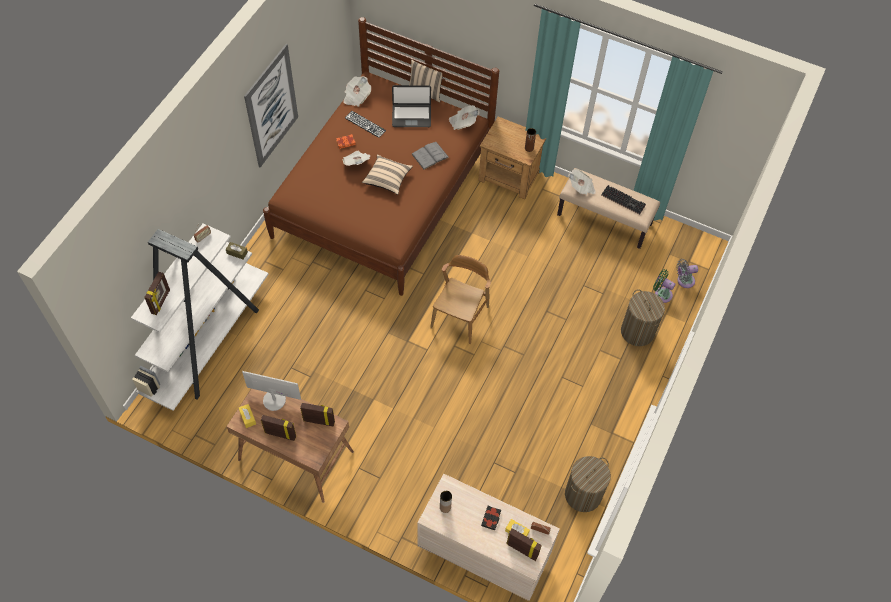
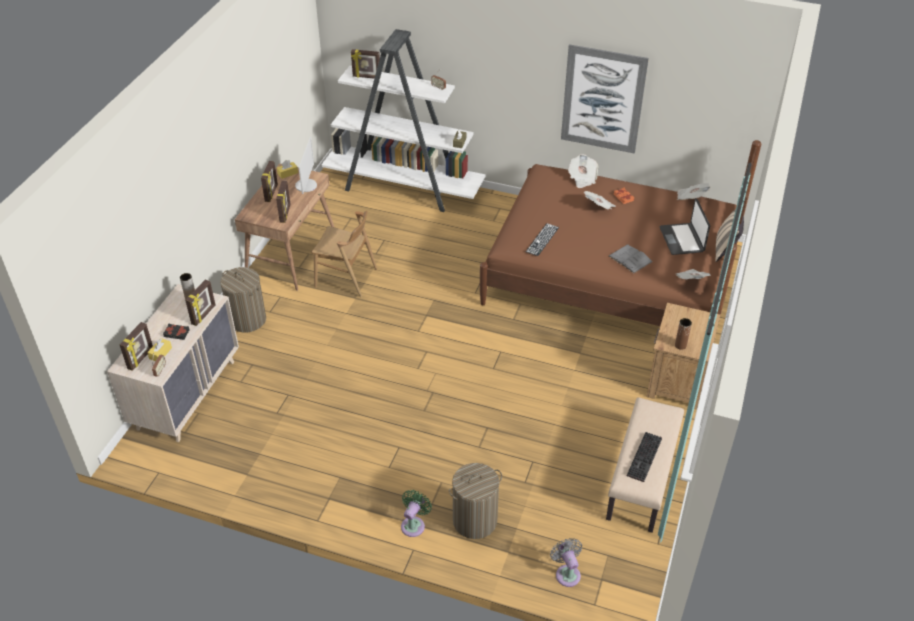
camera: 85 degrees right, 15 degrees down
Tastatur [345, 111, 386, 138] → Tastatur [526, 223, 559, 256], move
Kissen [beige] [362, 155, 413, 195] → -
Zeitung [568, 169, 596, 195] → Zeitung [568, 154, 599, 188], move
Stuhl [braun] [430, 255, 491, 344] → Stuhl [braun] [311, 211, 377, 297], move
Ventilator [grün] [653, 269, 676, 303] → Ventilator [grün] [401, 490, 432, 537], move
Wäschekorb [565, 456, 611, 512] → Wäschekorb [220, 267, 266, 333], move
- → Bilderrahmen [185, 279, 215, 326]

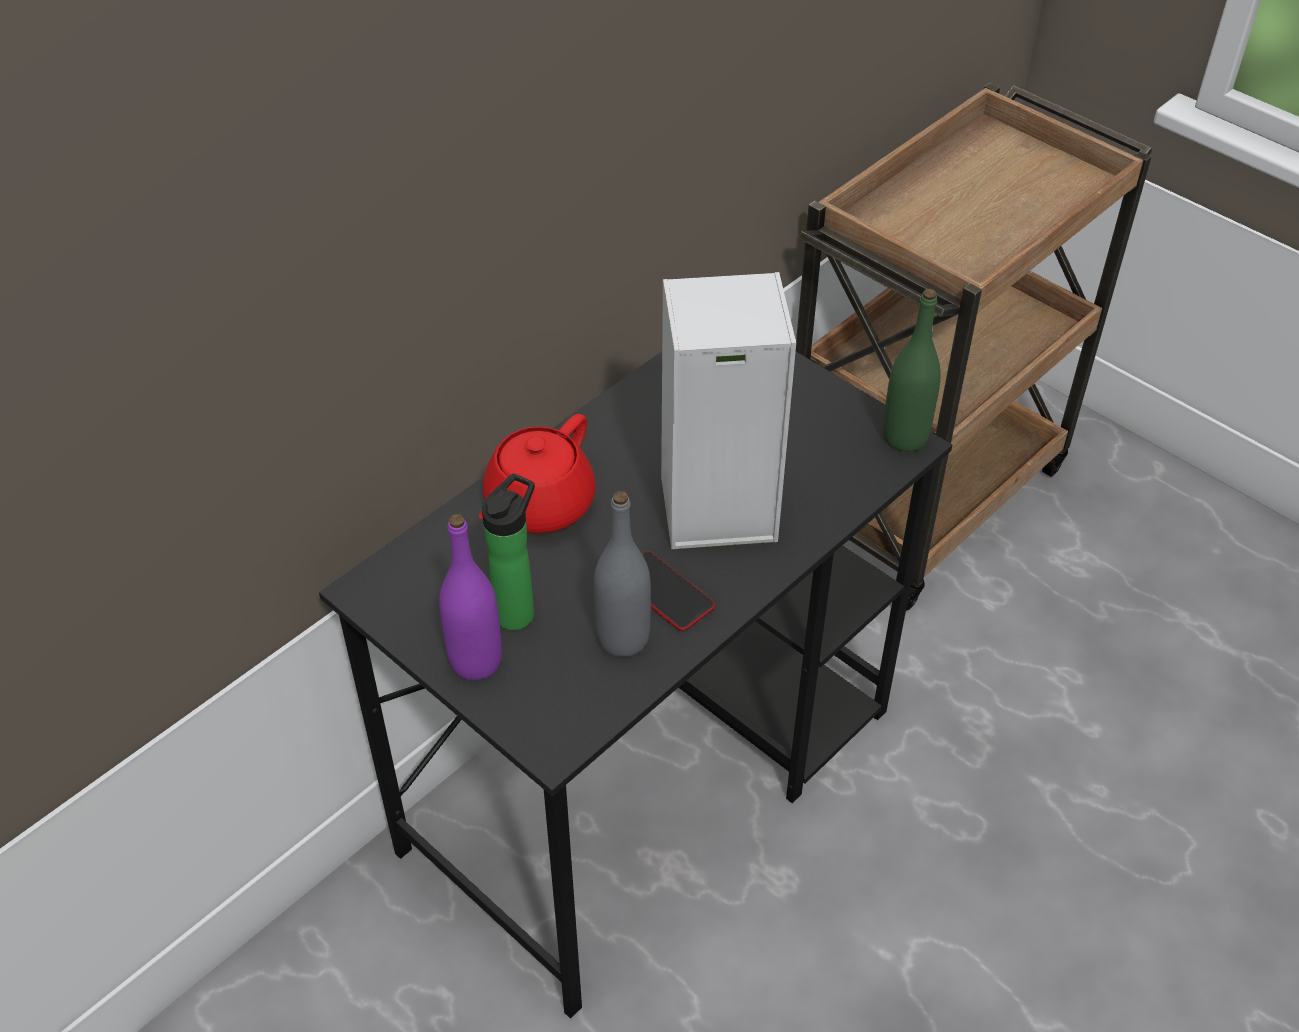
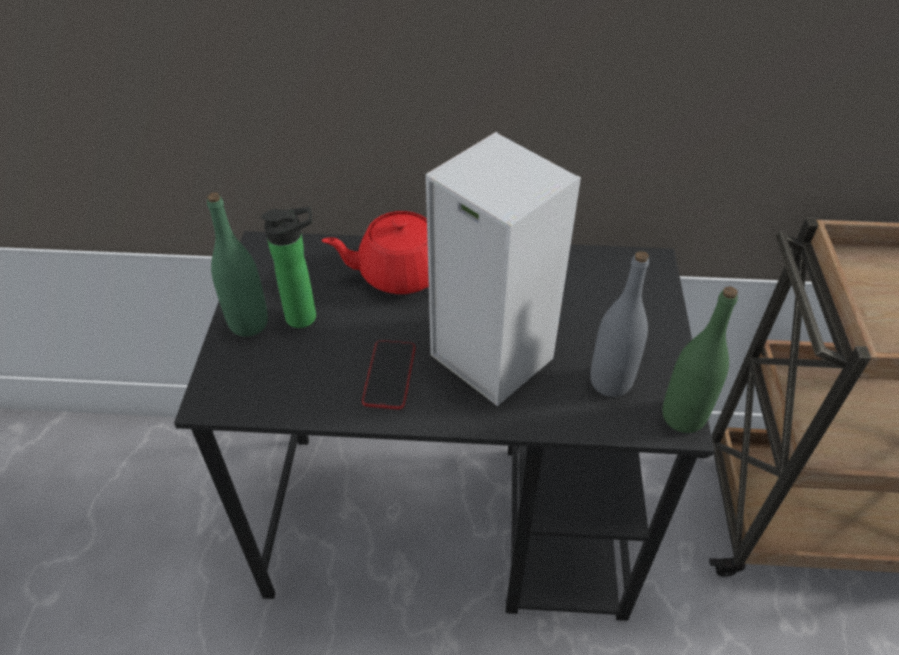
camera: 50 degrees right, 0 degrees up
Flasche [grau] [594, 491, 651, 657] → Flasche [grau] [590, 251, 649, 397], move
Flasche [lila] [439, 514, 502, 680] → Flasche [grün] [207, 192, 268, 337]

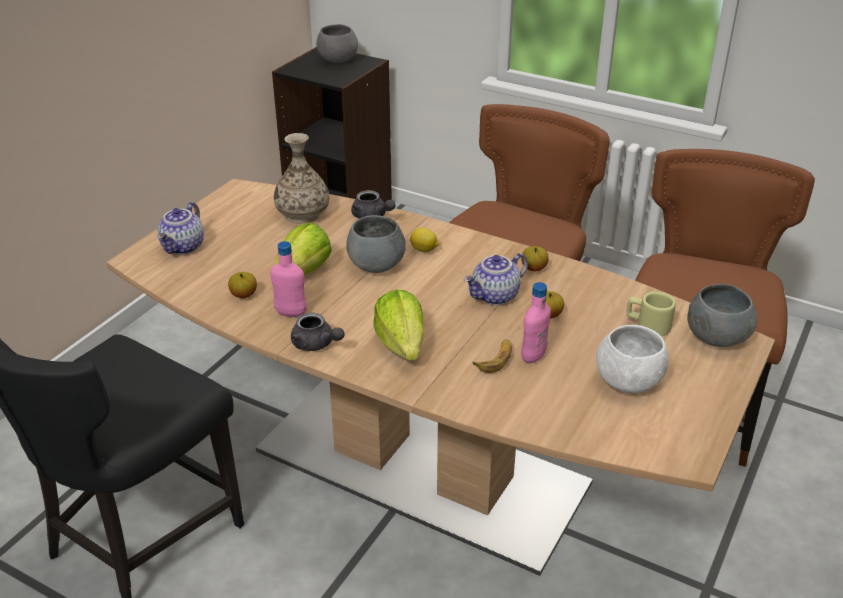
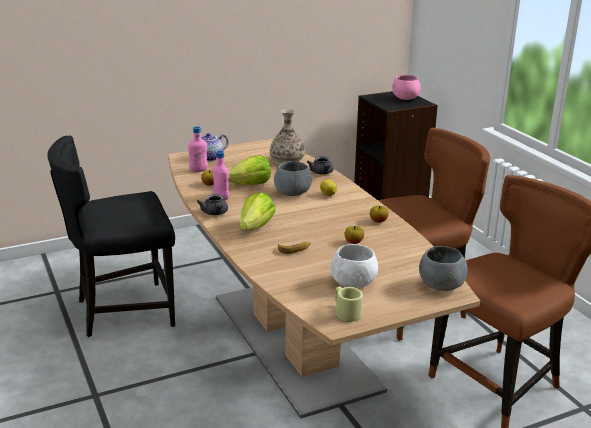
camera: 35 degrees right, 10 degrees down
Schüssel [grau] [316, 24, 358, 63] → Schüssel [rosa] [392, 75, 421, 100]
Teekanne [464, 253, 528, 305] → -
Flasche [rosa] [521, 282, 551, 363] → Flasche [rosa] [188, 126, 208, 172], move
Henkelbecher [beige] [626, 292, 676, 336] → Henkelbecher [beige] [335, 287, 363, 322], move

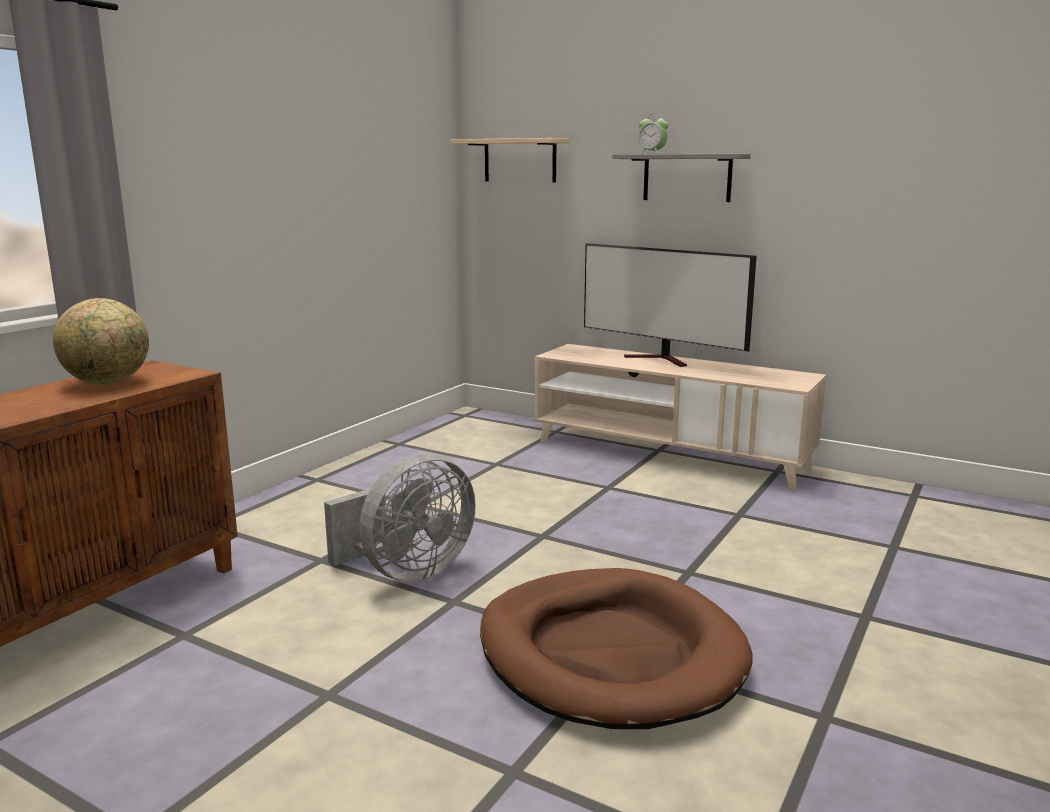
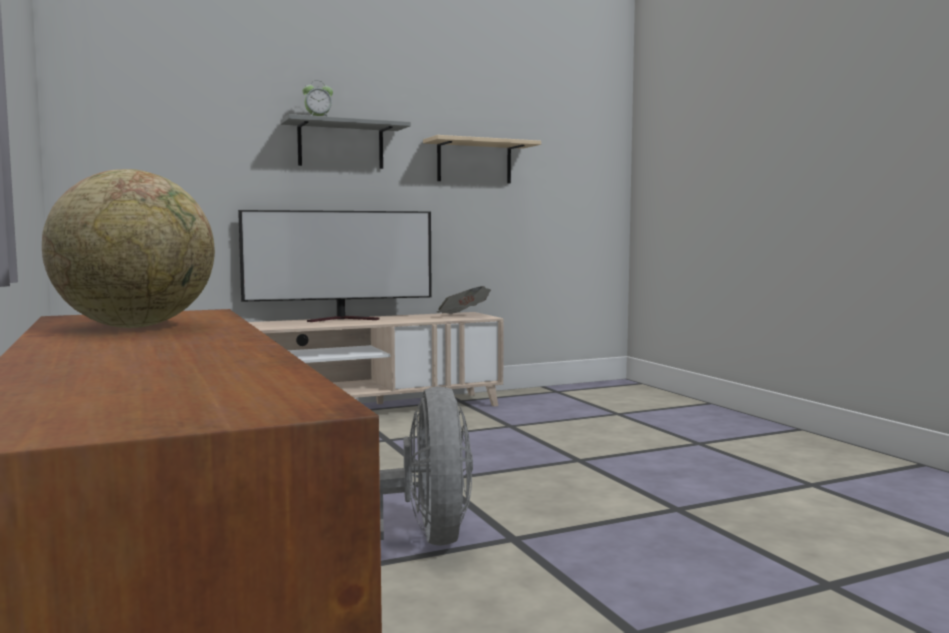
camera: 55 degrees left, 10 degrees down
Wandregal [beige] [451, 138, 570, 182] → Wandregal [beige] [423, 135, 541, 183], move
Hundebett [braun] [480, 568, 753, 729] → -
- → Zeitung [437, 286, 491, 314]

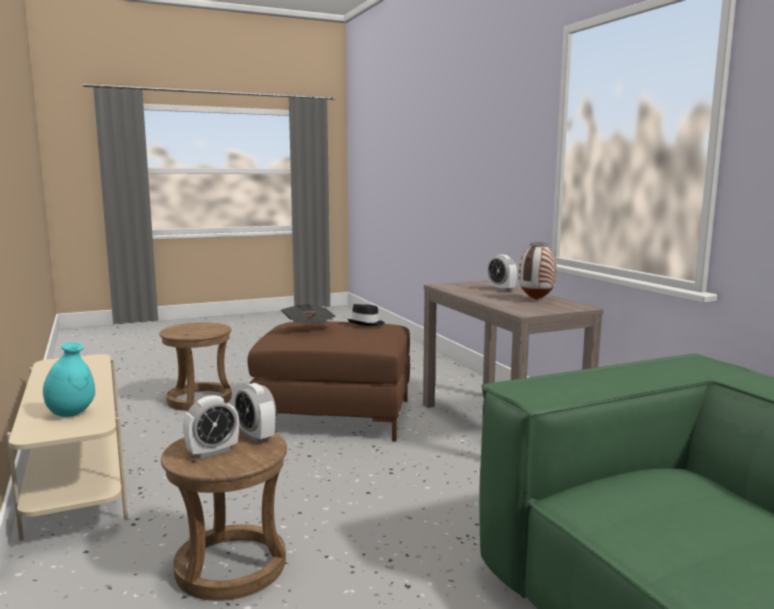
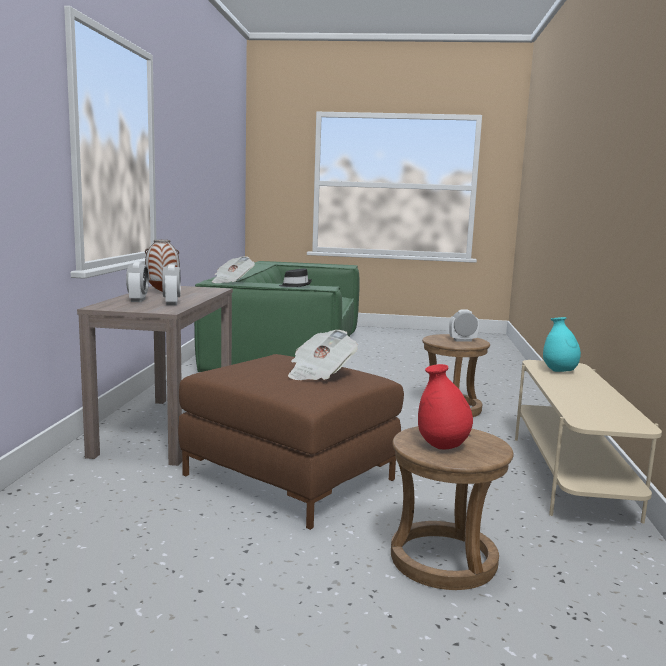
camera: 150 degrees left, 0 degrees up
Hut [schwarz] [347, 304, 385, 326] → Hut [schwarz] [279, 269, 312, 287], move
Wecker [235, 383, 276, 443] → Wecker [162, 264, 181, 305], move
- → Zeitung [212, 256, 255, 283]
- → Vase [rot] [418, 364, 473, 449]

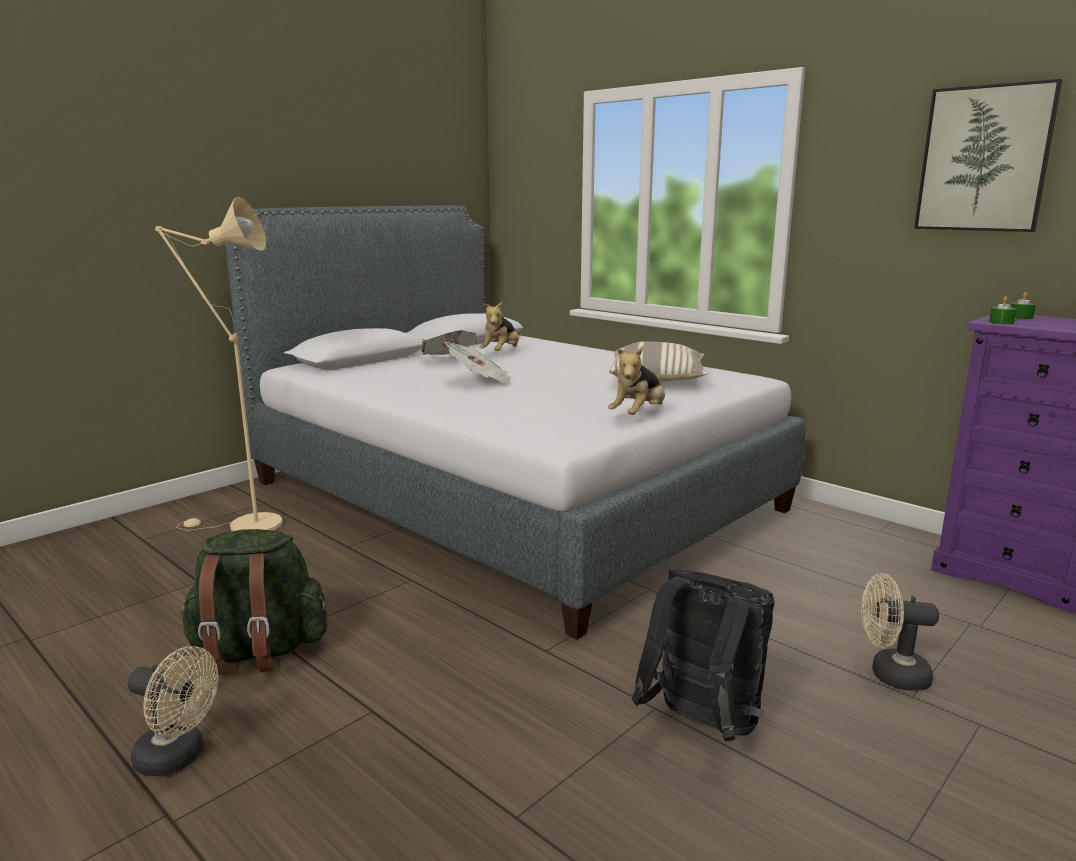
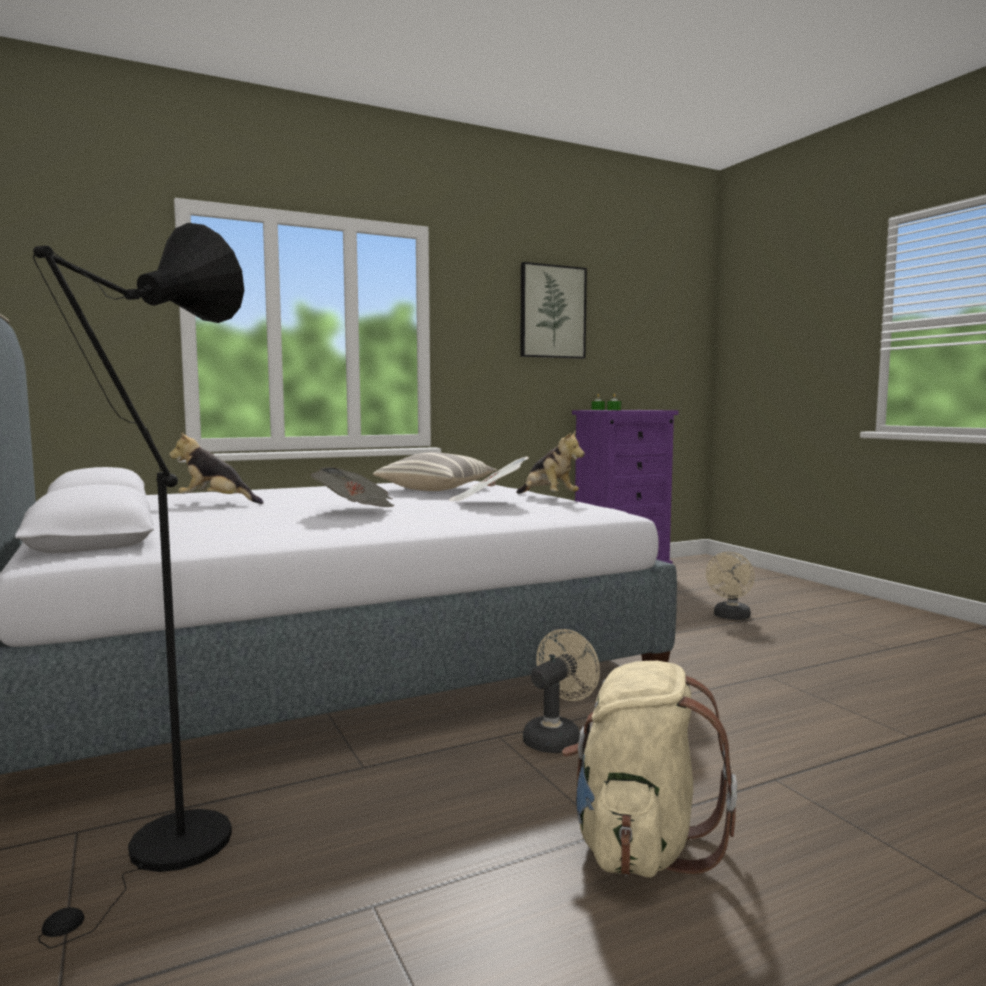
camera: 70 degrees left, 10 degrees down
Stehlampe [beige] [155, 196, 283, 531] → Stehlampe [schwarz] [33, 223, 244, 948]
Plüschtier [479, 302, 519, 351] → Plüschtier [169, 432, 264, 504], 150 degrees clockwise
Zeitung [421, 330, 477, 355] → Zeitung [449, 456, 529, 502], move
Rucksack [grün] [180, 529, 328, 675] → Rucksack [beige] [562, 661, 737, 877]
Rucksack [schwarz] [632, 569, 775, 741] → -
Ventilator [beige] [128, 646, 218, 776] → Ventilator [beige] [523, 629, 600, 753], move

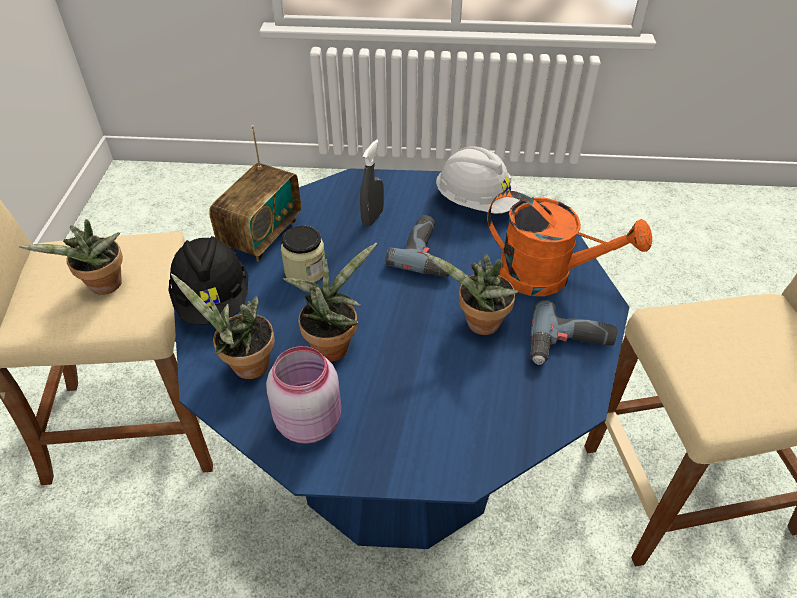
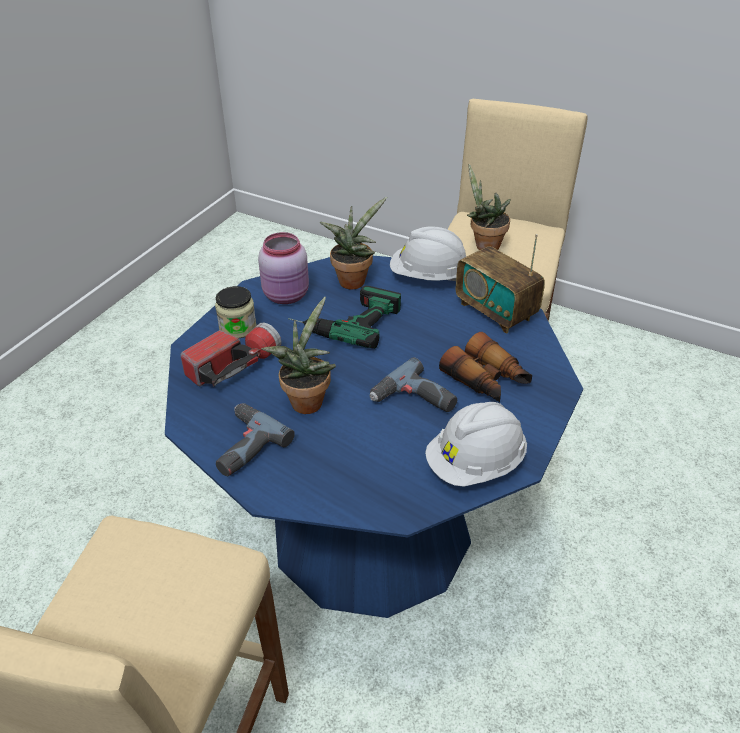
camera: 115 degrees right, 5 degrees down
Sprühflasche [grau] [360, 139, 384, 227] → Fernglas [439, 332, 532, 402]
Gießkanne [orange] [487, 191, 652, 296] → -
Vorratsglas [281, 226, 325, 283] → Vorratsglas [215, 286, 256, 338], move
Schutzhelm [schwarz] [168, 236, 248, 325] → Schutzhelm [weiß] [390, 226, 466, 281]
Topfpflanze [283, 243, 377, 362] → Bohrmaschine [288, 286, 401, 349]
- → Taschenlampe [181, 322, 281, 386]

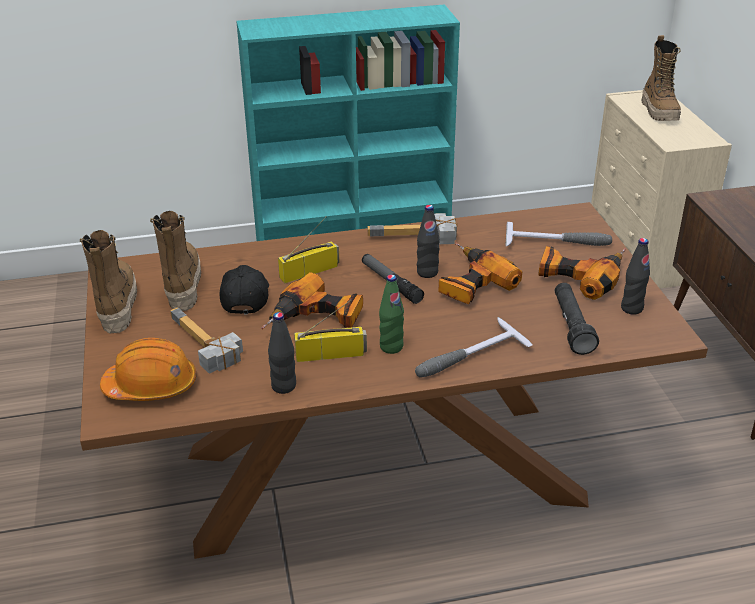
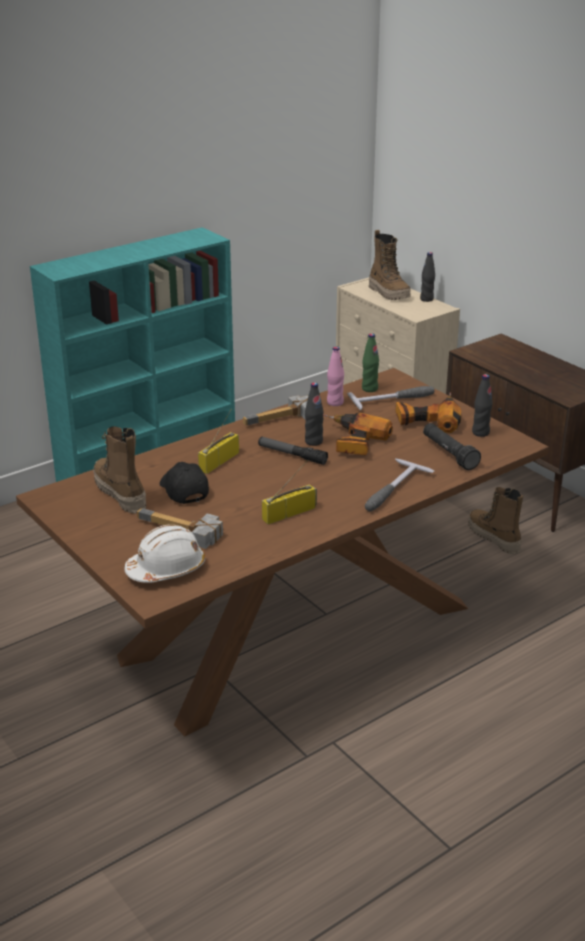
camera: 25 degrees left, 5 degrees down
Stiefel [80, 230, 137, 333] → Stiefel [468, 487, 523, 555], move
Bohrmaschine [261, 272, 363, 329] → -
Flasche [grün] [379, 275, 404, 354] → Flasche [grün] [362, 333, 379, 392], move
Flasche [schwarz] [268, 312, 296, 394] → Flasche [schwarz] [420, 252, 435, 302], move
Schutzhelm [orange] [100, 338, 196, 401] → Schutzhelm [weiß] [125, 525, 205, 583]
- → Flasche [rosa] [327, 346, 344, 406]

